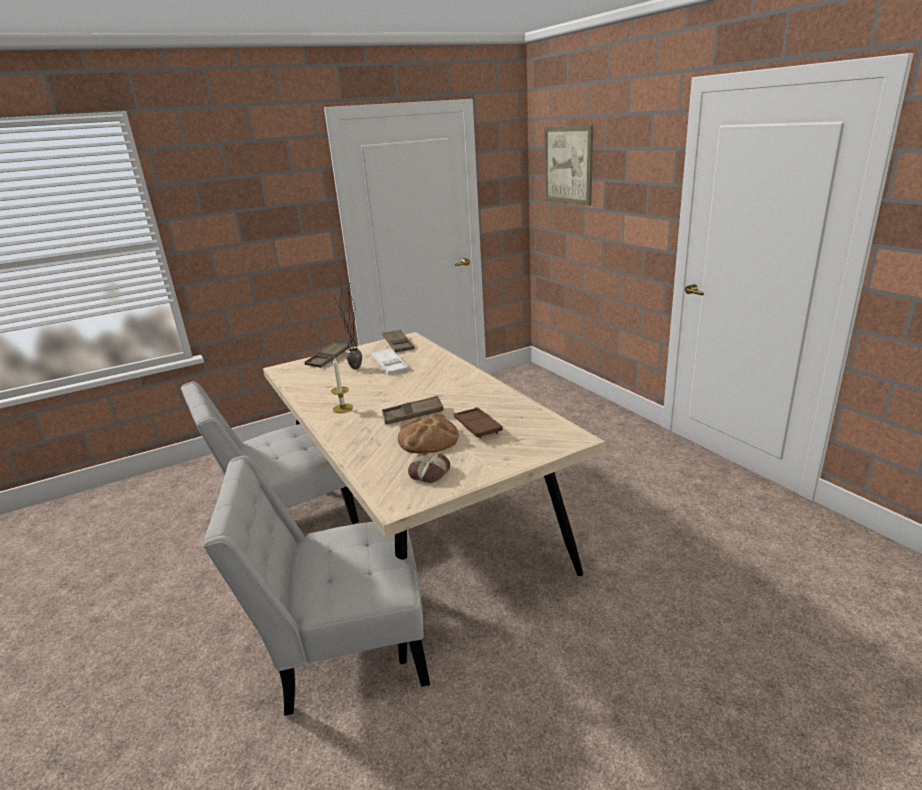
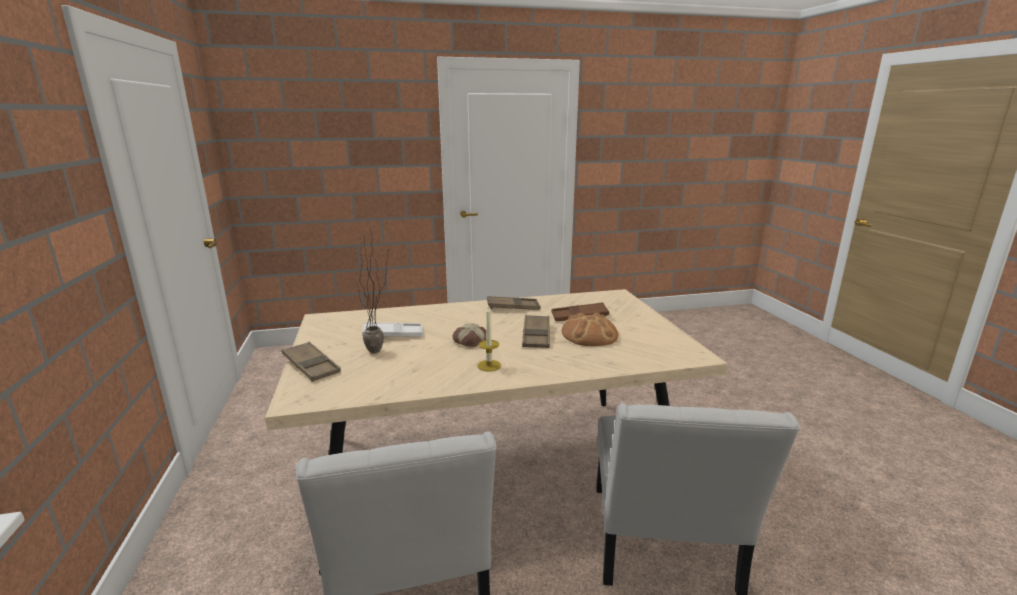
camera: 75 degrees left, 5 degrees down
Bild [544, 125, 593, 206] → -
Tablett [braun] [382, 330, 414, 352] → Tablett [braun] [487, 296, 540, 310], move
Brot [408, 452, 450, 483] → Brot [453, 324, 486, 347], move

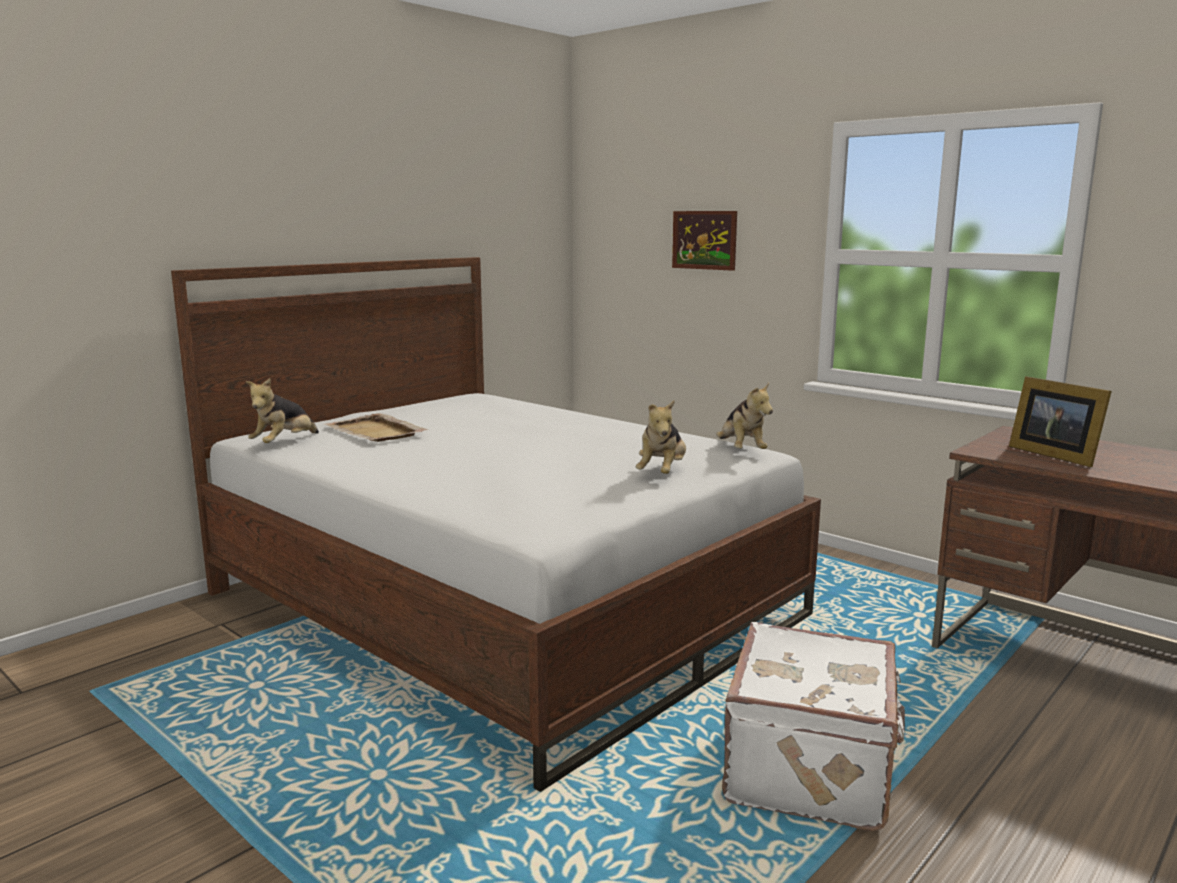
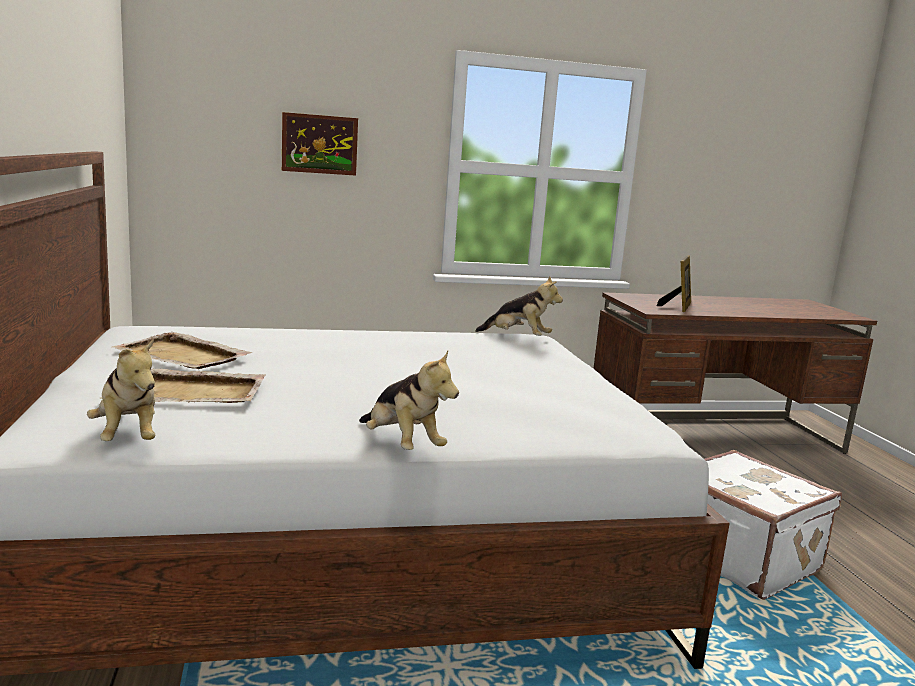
camera: 55 degrees left, 0 degrees up
Bilderrahmen [1009, 376, 1112, 467] → Bilderrahmen [657, 255, 691, 312], 75 degrees counterclockwise
Plüschtier [636, 401, 686, 474] → Plüschtier [359, 351, 459, 450], move
- → Tablett [beige] [112, 332, 252, 369]

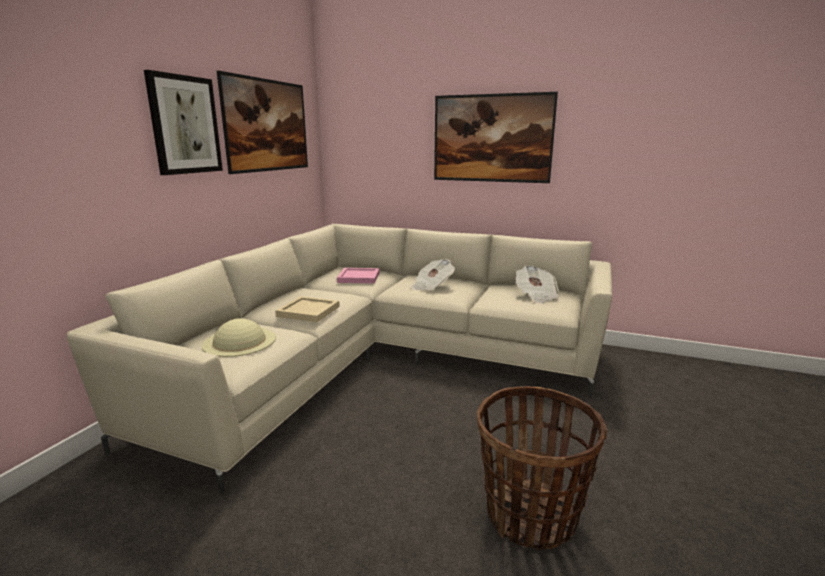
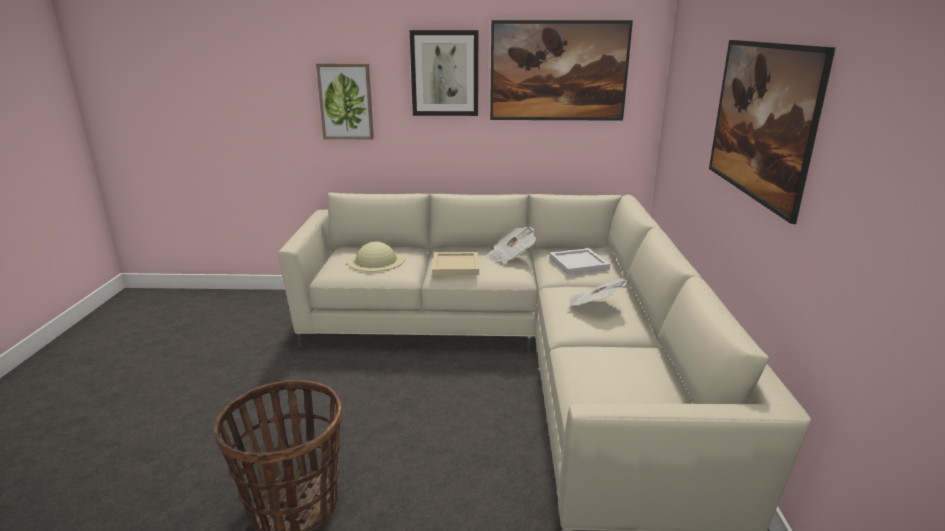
camera: 70 degrees right, 5 degrees up
Zeitung [515, 265, 559, 304] → Zeitung [487, 227, 536, 263], move
Tablett [rosa] [337, 268, 380, 284] → Tablett [weiß] [549, 248, 610, 275]
- → Bild [316, 63, 374, 139]

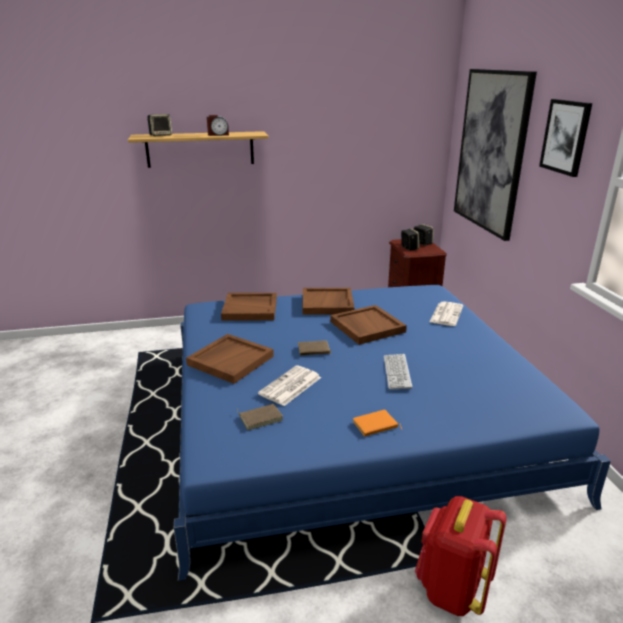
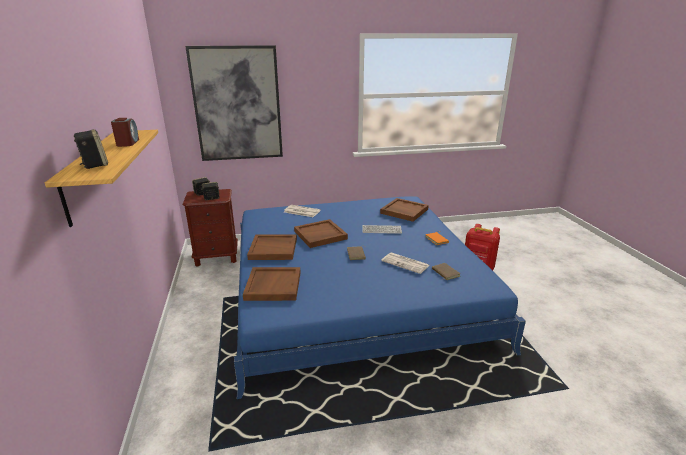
camera: 90 degrees left, 0 degrees up
Bild [539, 99, 592, 177] → -
Tablett [braun] [186, 334, 274, 384] → Tablett [braun] [380, 198, 429, 222], move

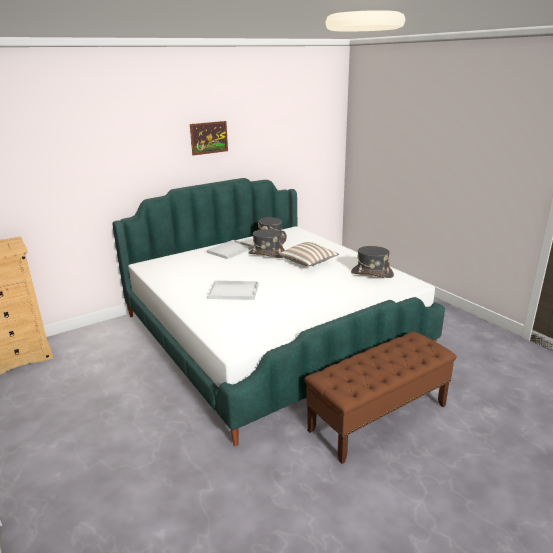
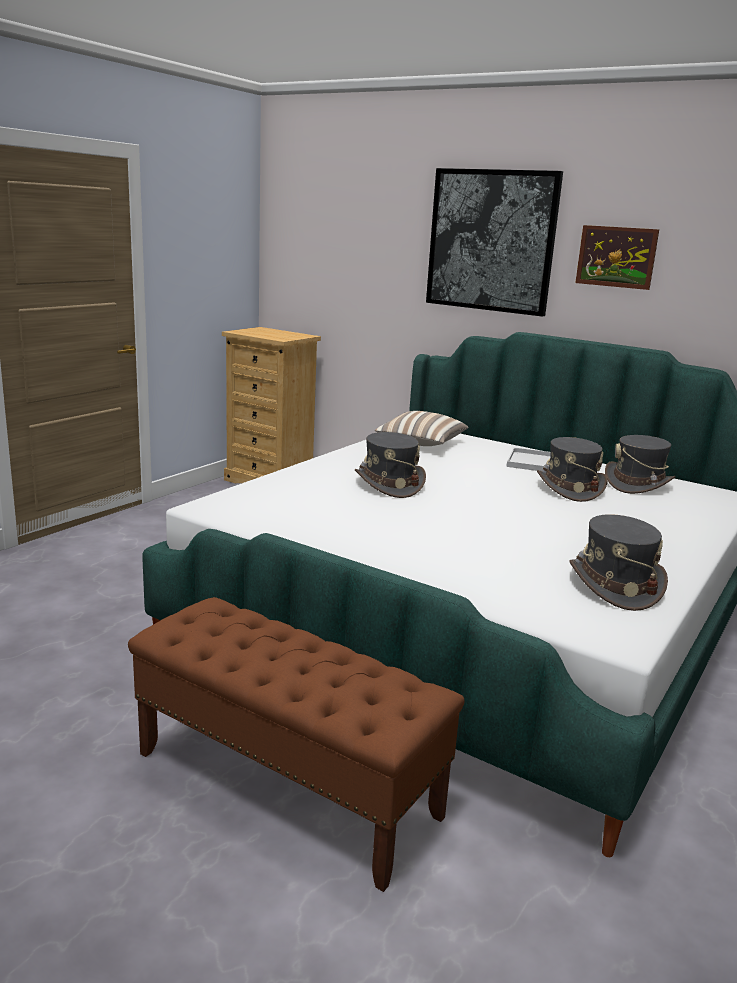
camera: 65 degrees right, 5 degrees down
Kissen [279, 242, 339, 266] → Kissen [375, 411, 468, 446], move
Tablett [weiß] [207, 281, 259, 300] → Hut [grau] [355, 432, 426, 498]
- → Bild [426, 168, 563, 317]

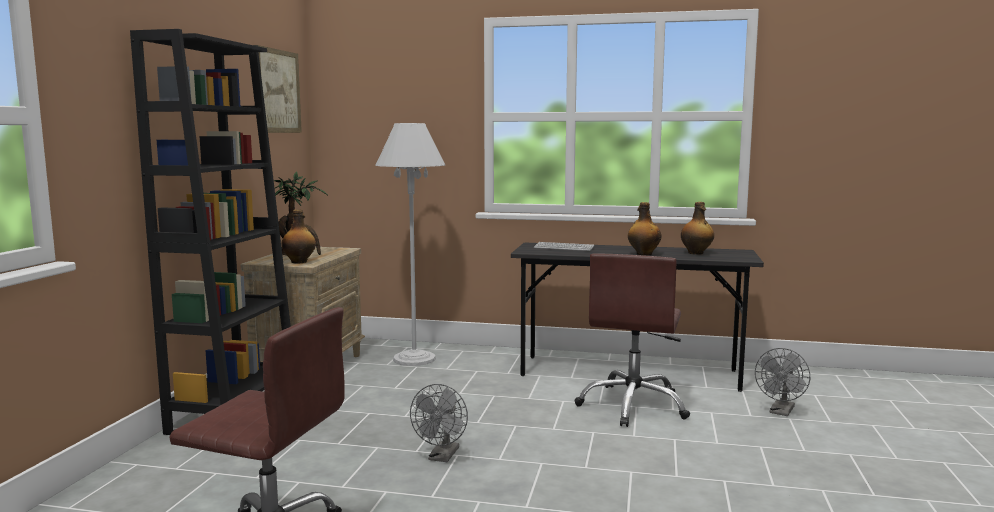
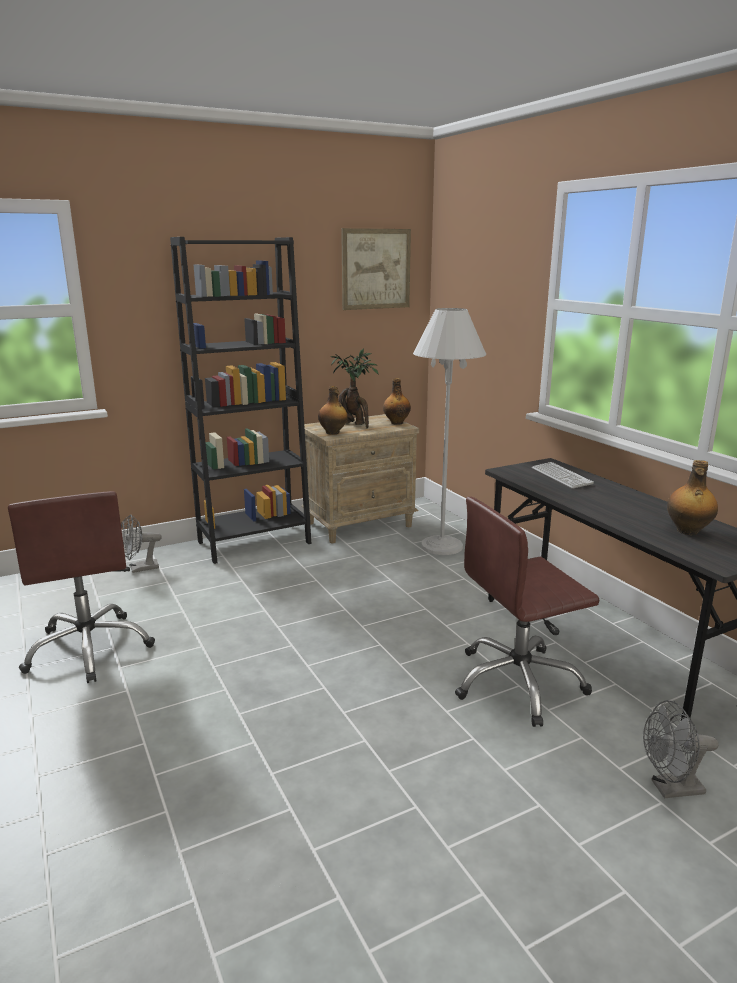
camera: 50 degrees right, 10 degrees up
Flasche [628, 202, 661, 255] → Flasche [383, 378, 411, 425], move
Ventilator [grau] [410, 384, 468, 462] → Ventilator [grau] [121, 514, 161, 573], move

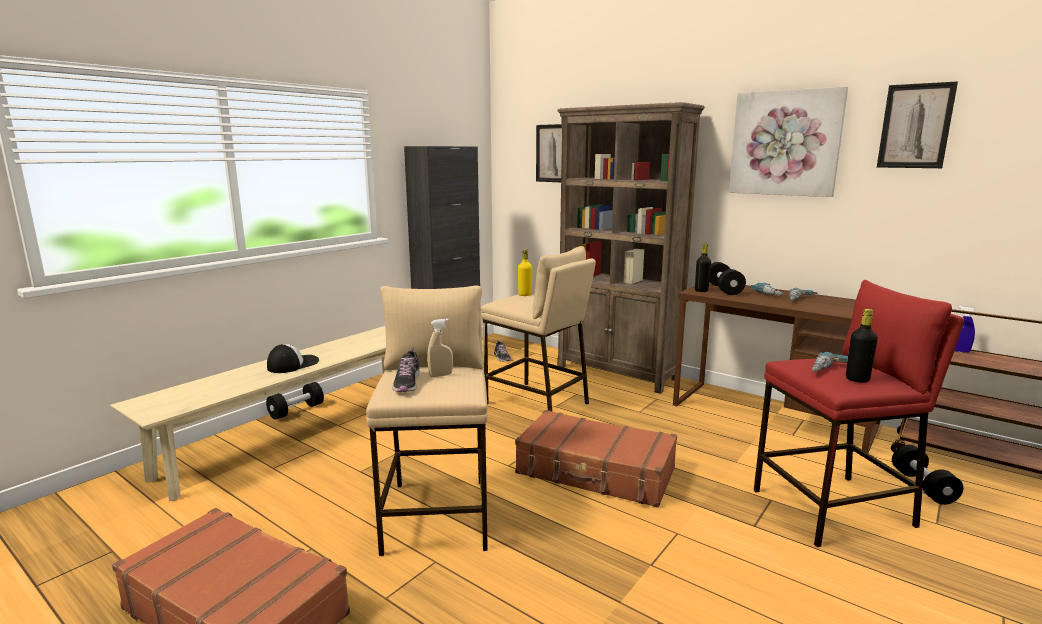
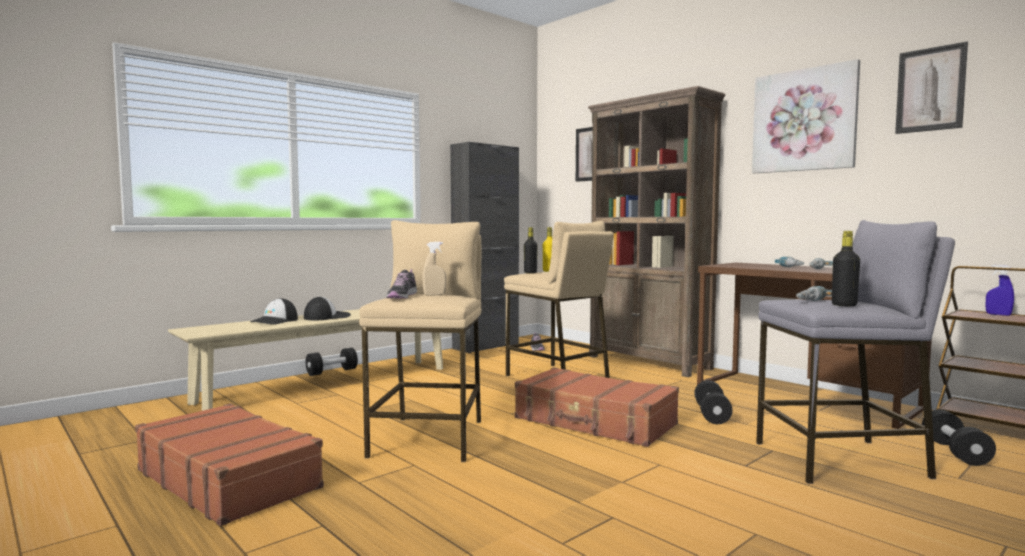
camera: 10 degrees right, 10 degrees down
Flasche [schwarz] [695, 243, 711, 292] → Flasche [schwarz] [524, 227, 538, 274], move
Hantel [schwarz] [709, 262, 746, 295] → Hantel [schwarz] [694, 380, 733, 424], move
Hocker [rot] [754, 280, 964, 547] → Hocker [grau] [756, 220, 955, 484]
- → Kappe [250, 298, 298, 325]

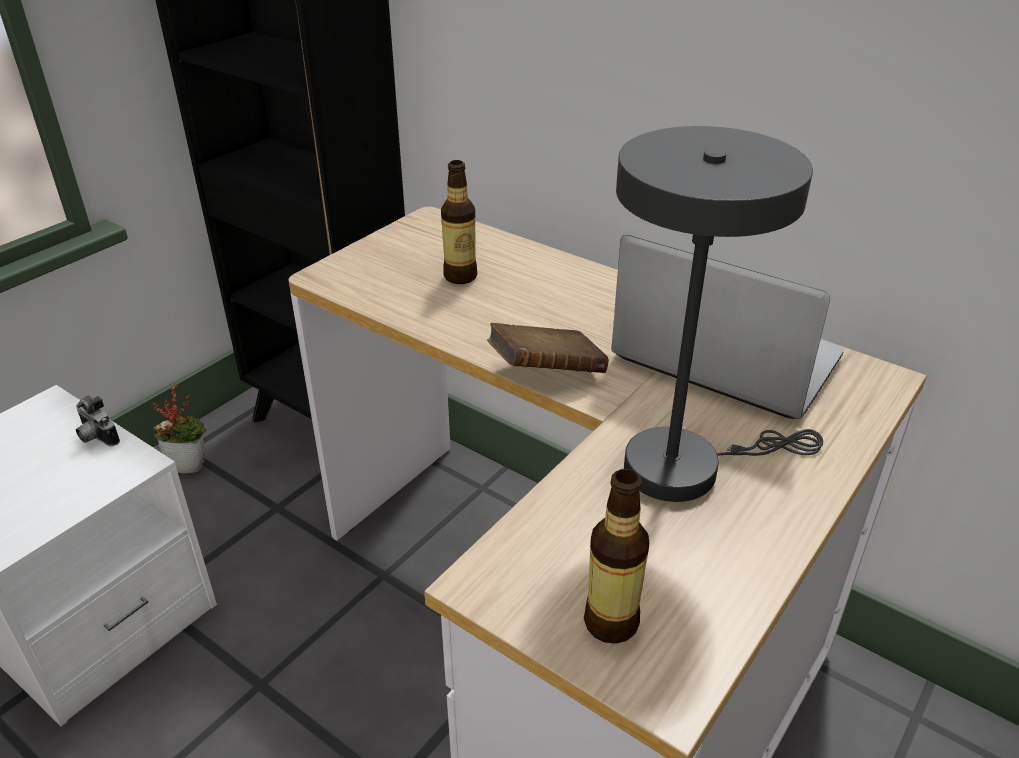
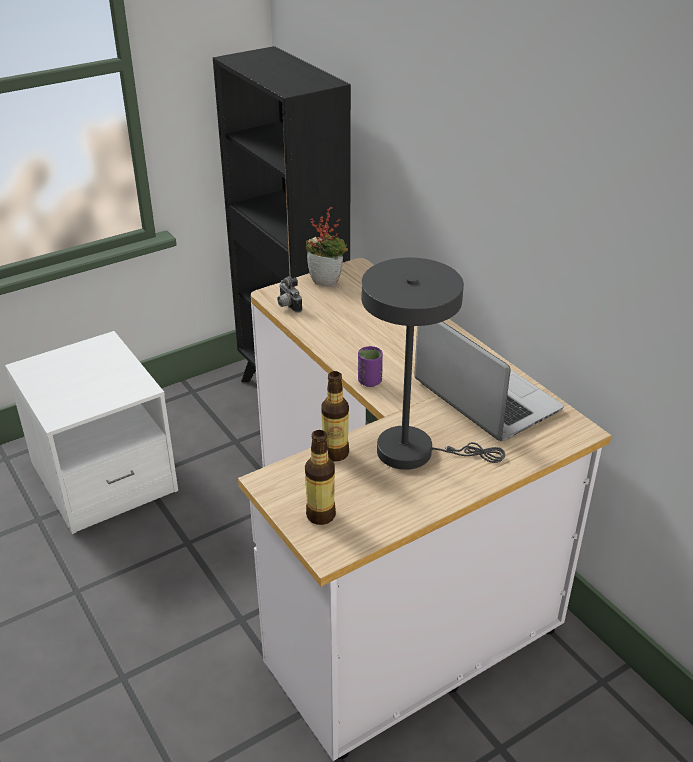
camera: 20 degrees right, 0 degrees up
Flasche [441, 160, 477, 284] → Flasche [321, 371, 349, 461], move
Buch [braun] [487, 323, 609, 373] → Tasse [lila] [358, 346, 383, 387]
Topfpflanze [153, 385, 207, 473] → Topfpflanze [306, 207, 348, 287], move
Kamera [76, 395, 120, 446] → Kamera [277, 276, 302, 313], move

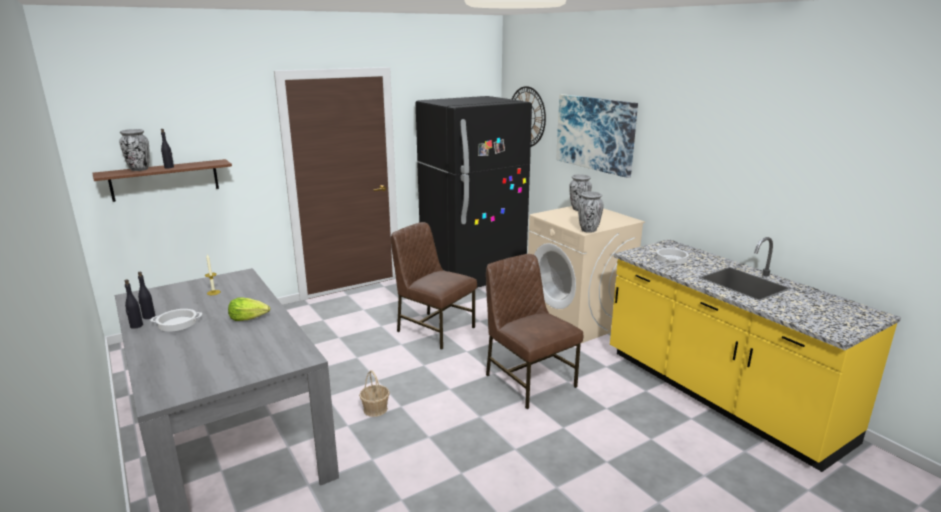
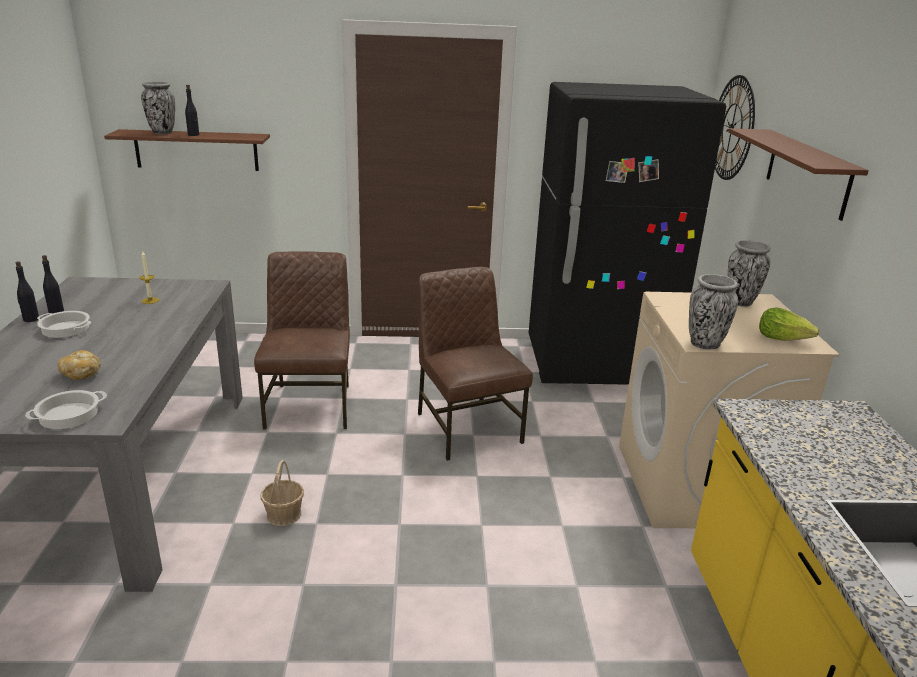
camera: 30 degrees right, 5 degrees up
Bild [556, 94, 638, 178] → Wandregal [braun] [728, 128, 869, 221]
Kochtopf [656, 247, 689, 264] → Kochtopf [25, 390, 107, 429], move
Stuhl [braun] [486, 254, 583, 409] → Stuhl [braun] [254, 251, 350, 429], move
Salatkopf [228, 297, 270, 321] → Salatkopf [759, 307, 819, 341], move
- → Brot [58, 350, 101, 380]

